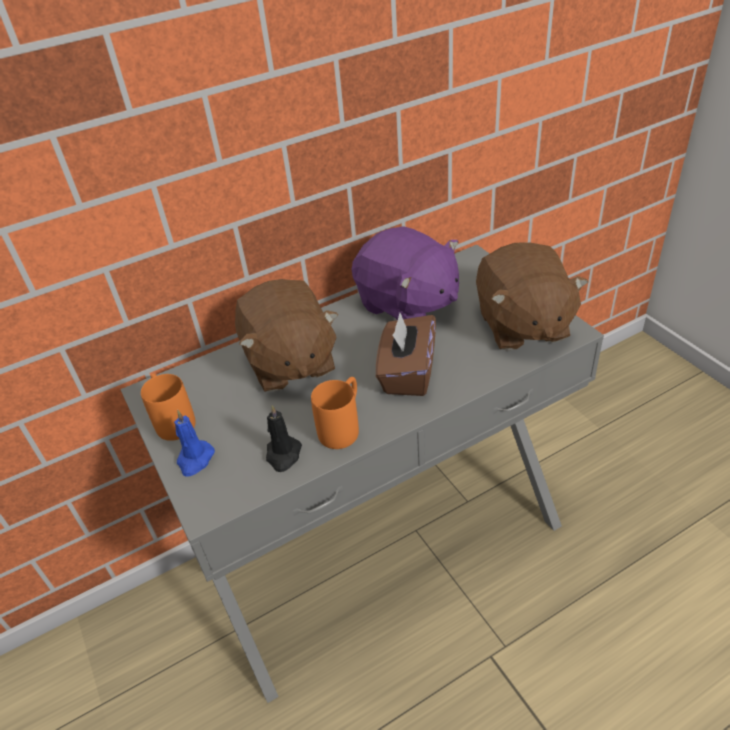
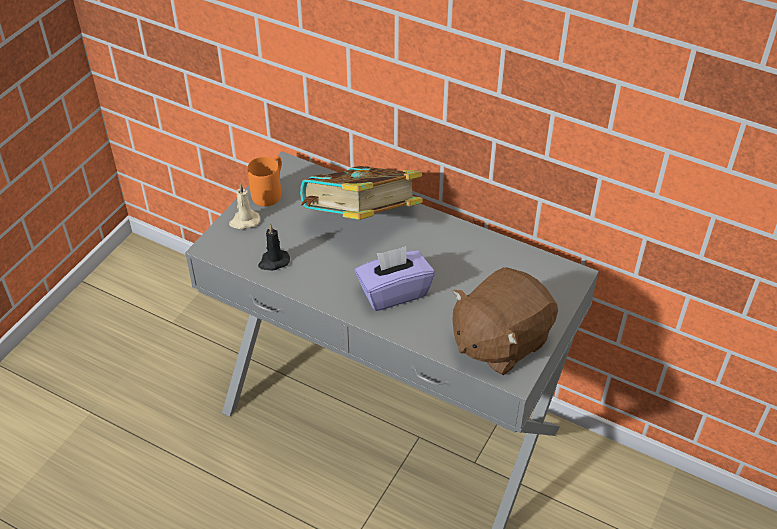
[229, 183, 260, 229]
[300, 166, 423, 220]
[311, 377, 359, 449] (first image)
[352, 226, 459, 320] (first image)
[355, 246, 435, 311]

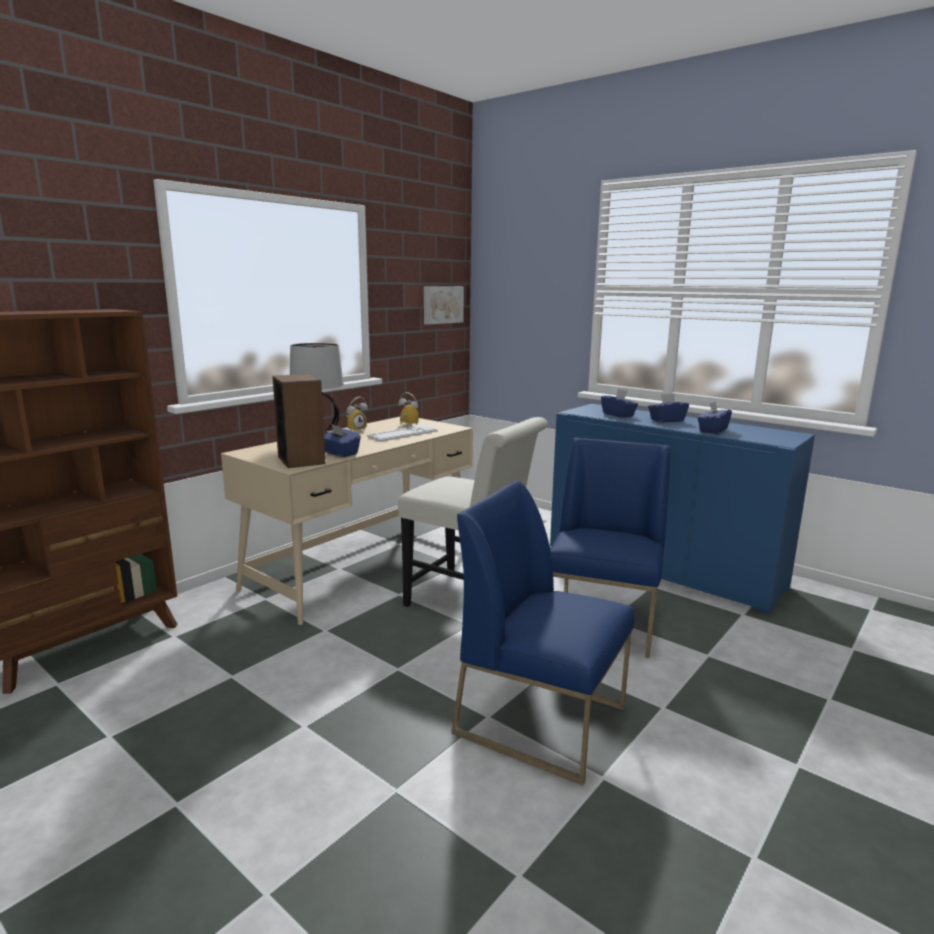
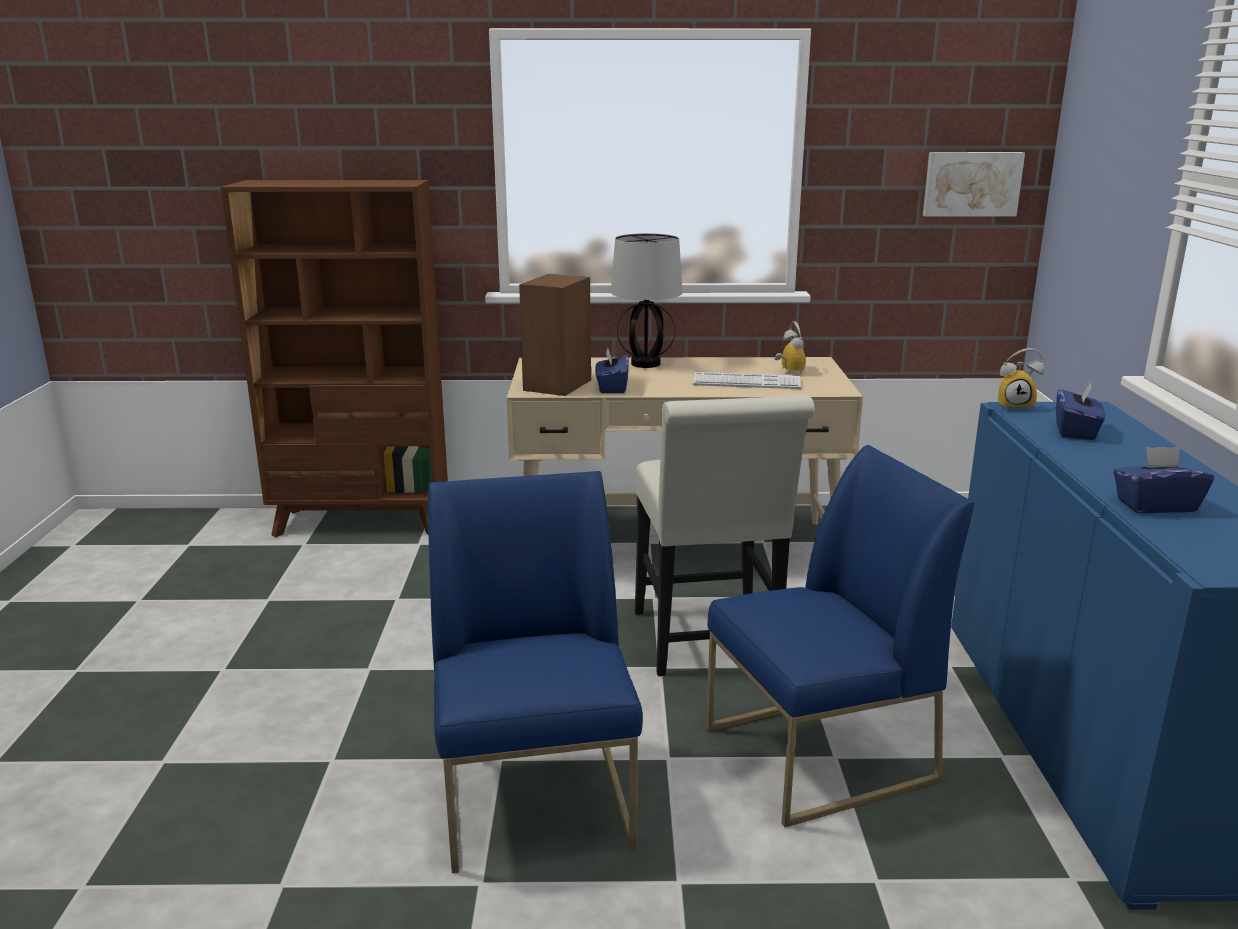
[998, 348, 1045, 411]
[648, 393, 689, 422] (first image)

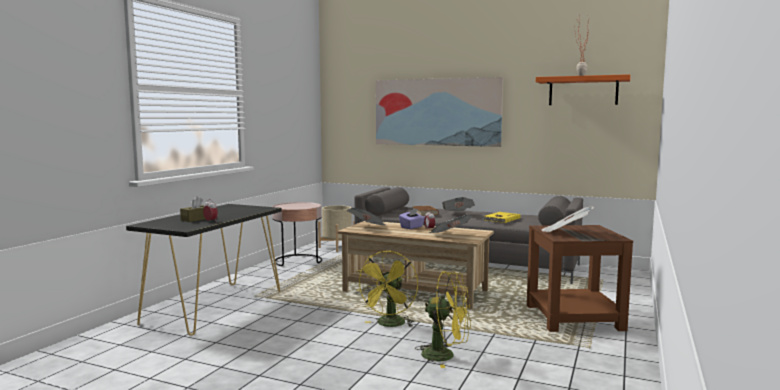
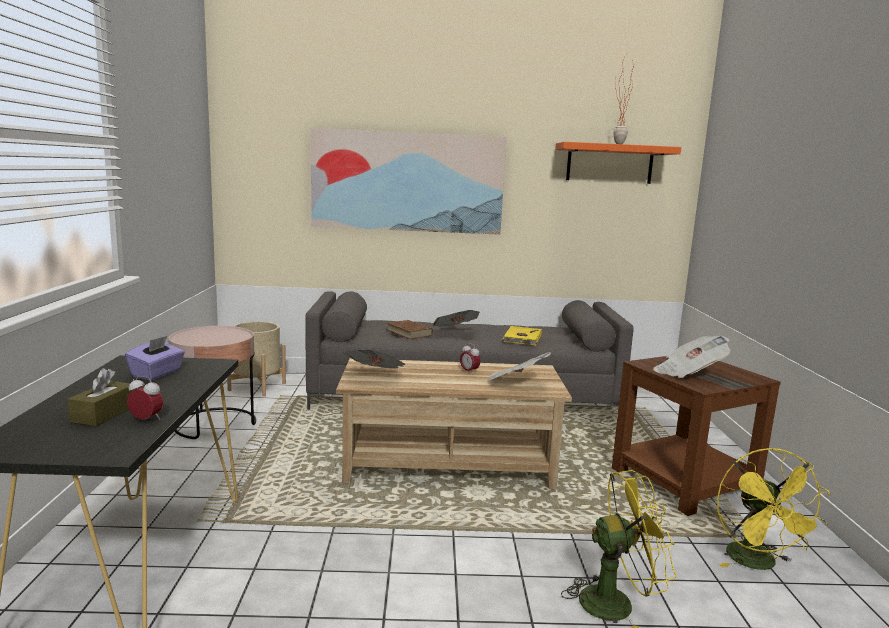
[717, 448, 830, 570]
[125, 336, 185, 380]

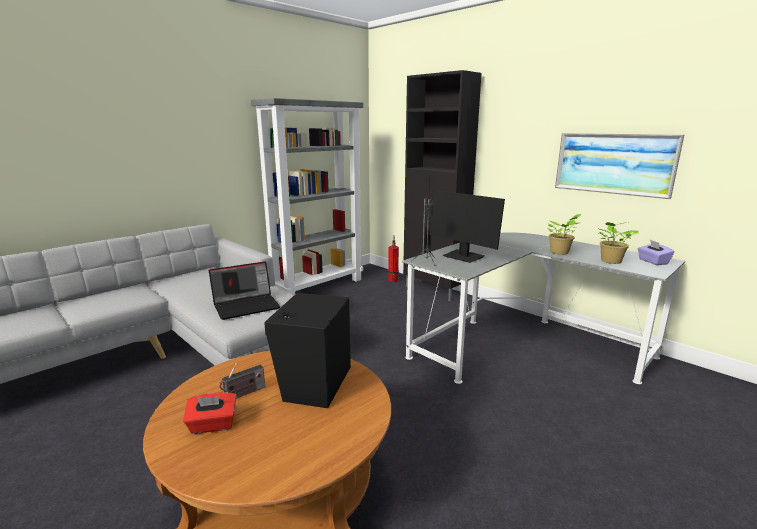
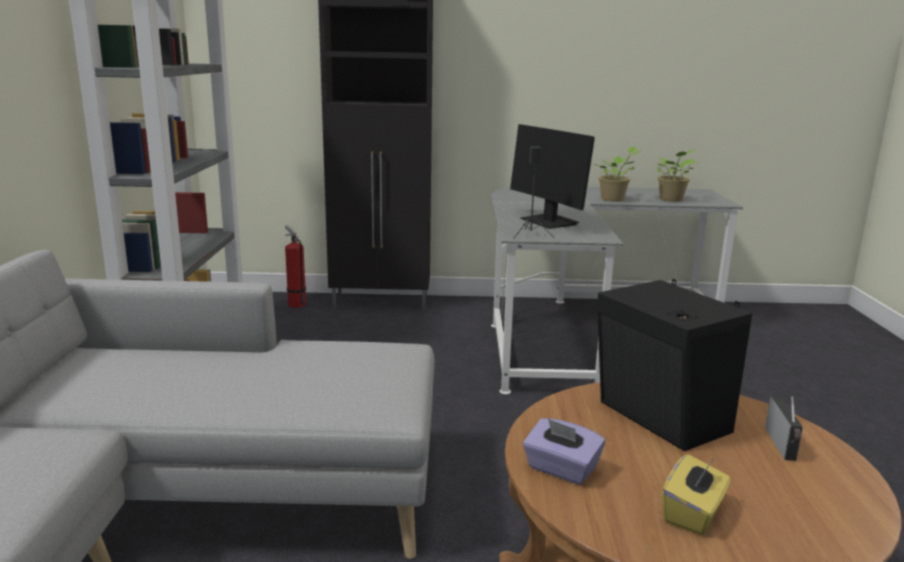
[662, 454, 731, 535]
[209, 261, 281, 320] (first image)
[765, 396, 803, 461]
[510, 124, 595, 229]
[555, 133, 684, 199] (first image)
[523, 418, 605, 485]

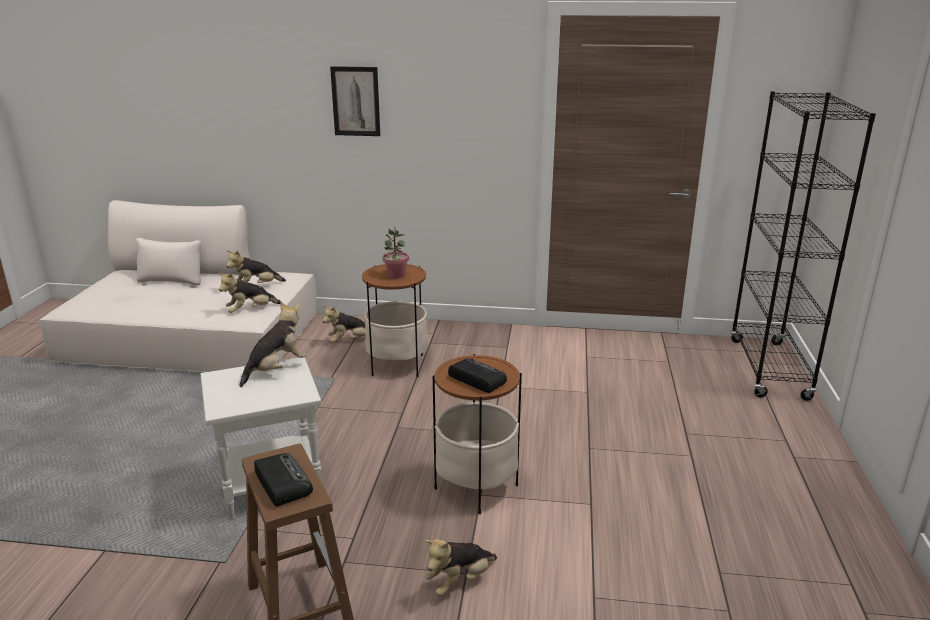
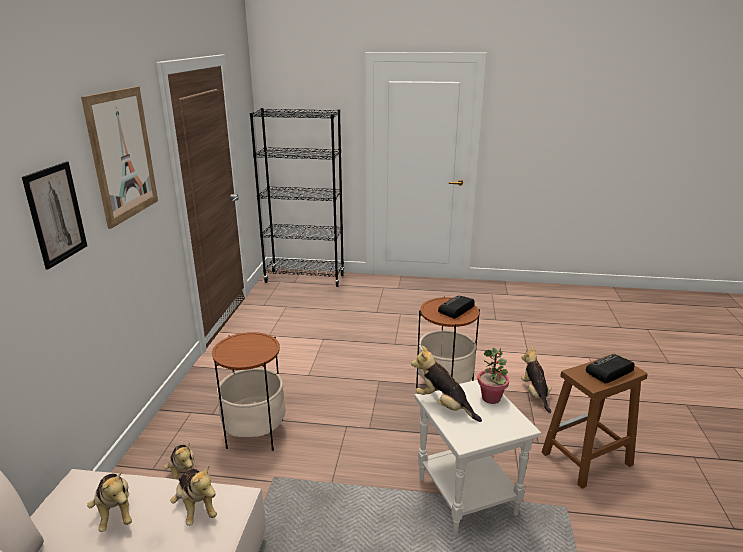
[478, 348, 509, 404]
[521, 347, 552, 413]
[81, 86, 158, 229]

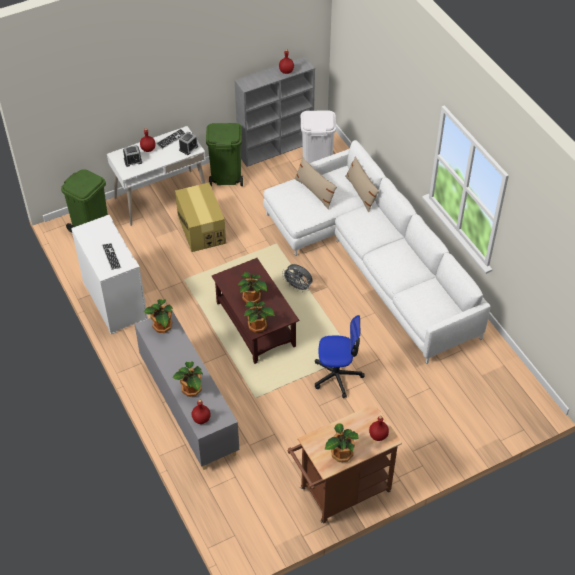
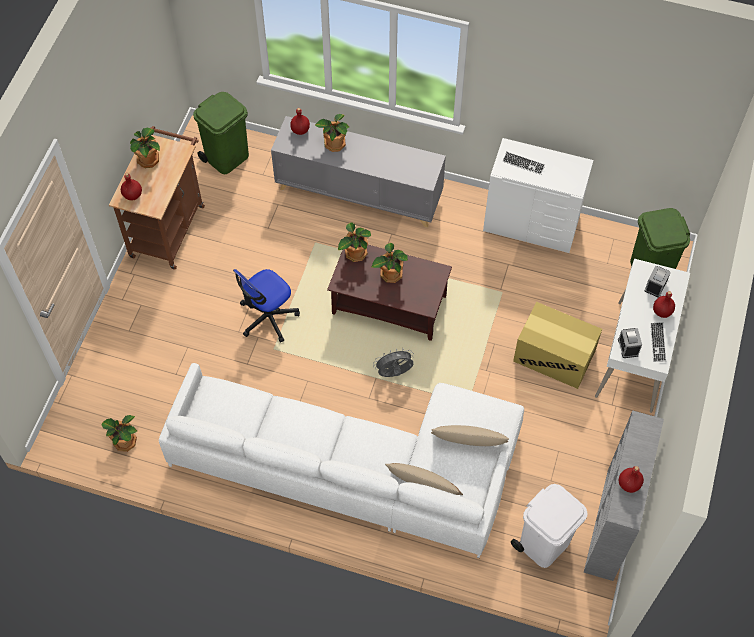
[102, 415, 137, 452]
[193, 92, 249, 174]

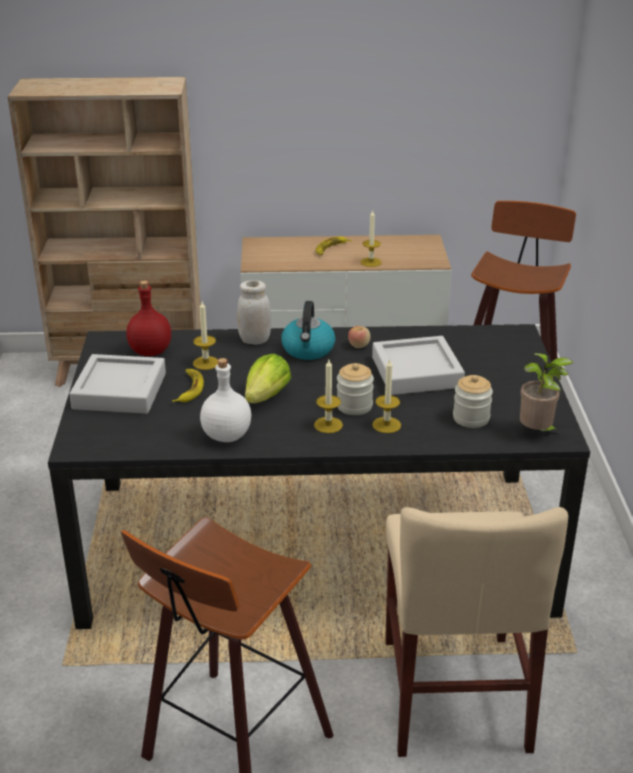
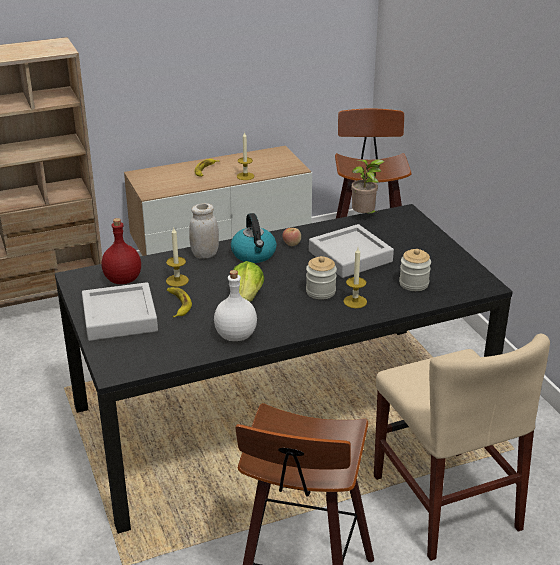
[314, 360, 343, 433] (first image)
[351, 159, 385, 214]

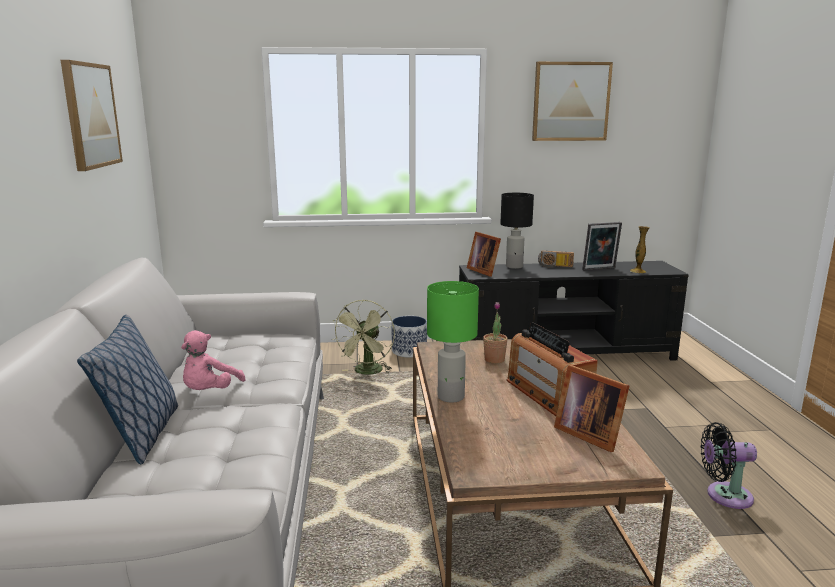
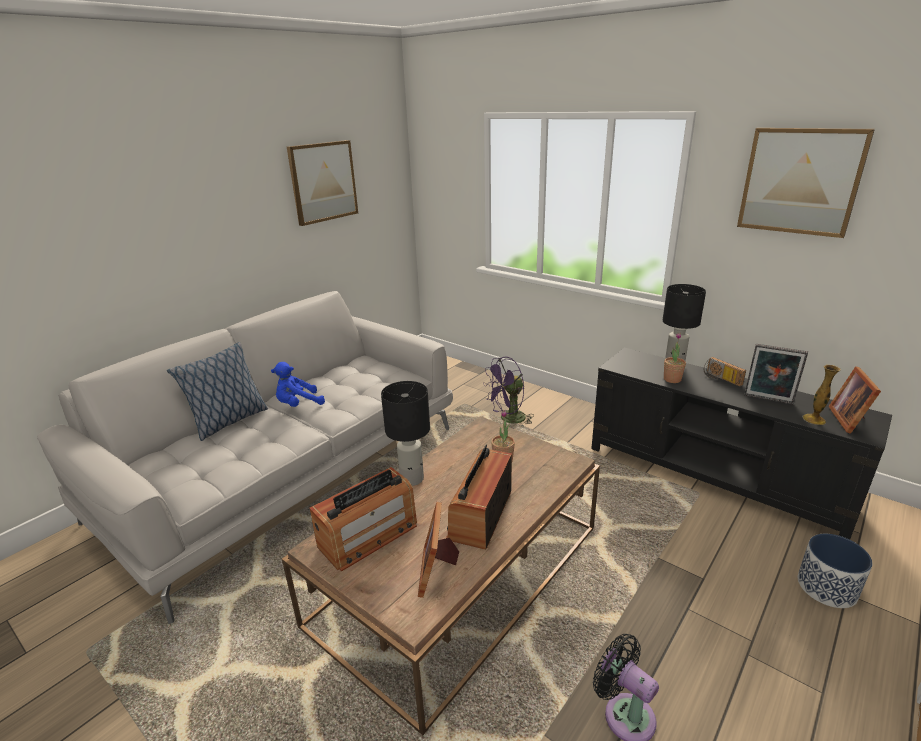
[271, 362, 325, 407]
[483, 357, 534, 427]
[798, 534, 873, 608]
[381, 381, 430, 486]
[828, 366, 881, 434]
[310, 467, 417, 572]
[664, 333, 686, 383]

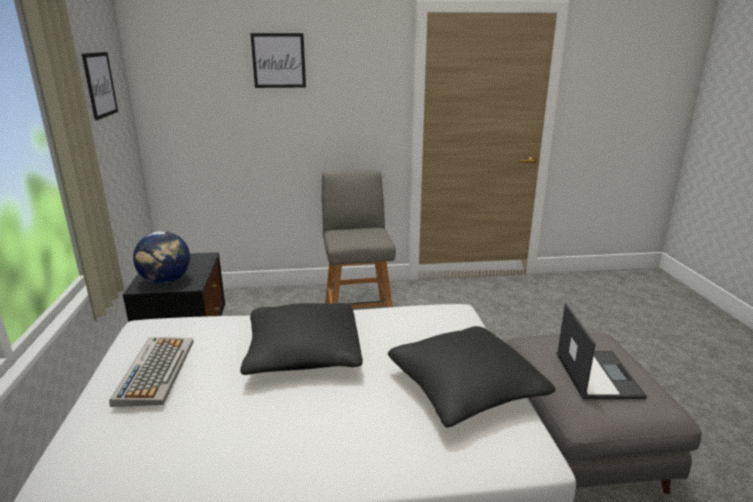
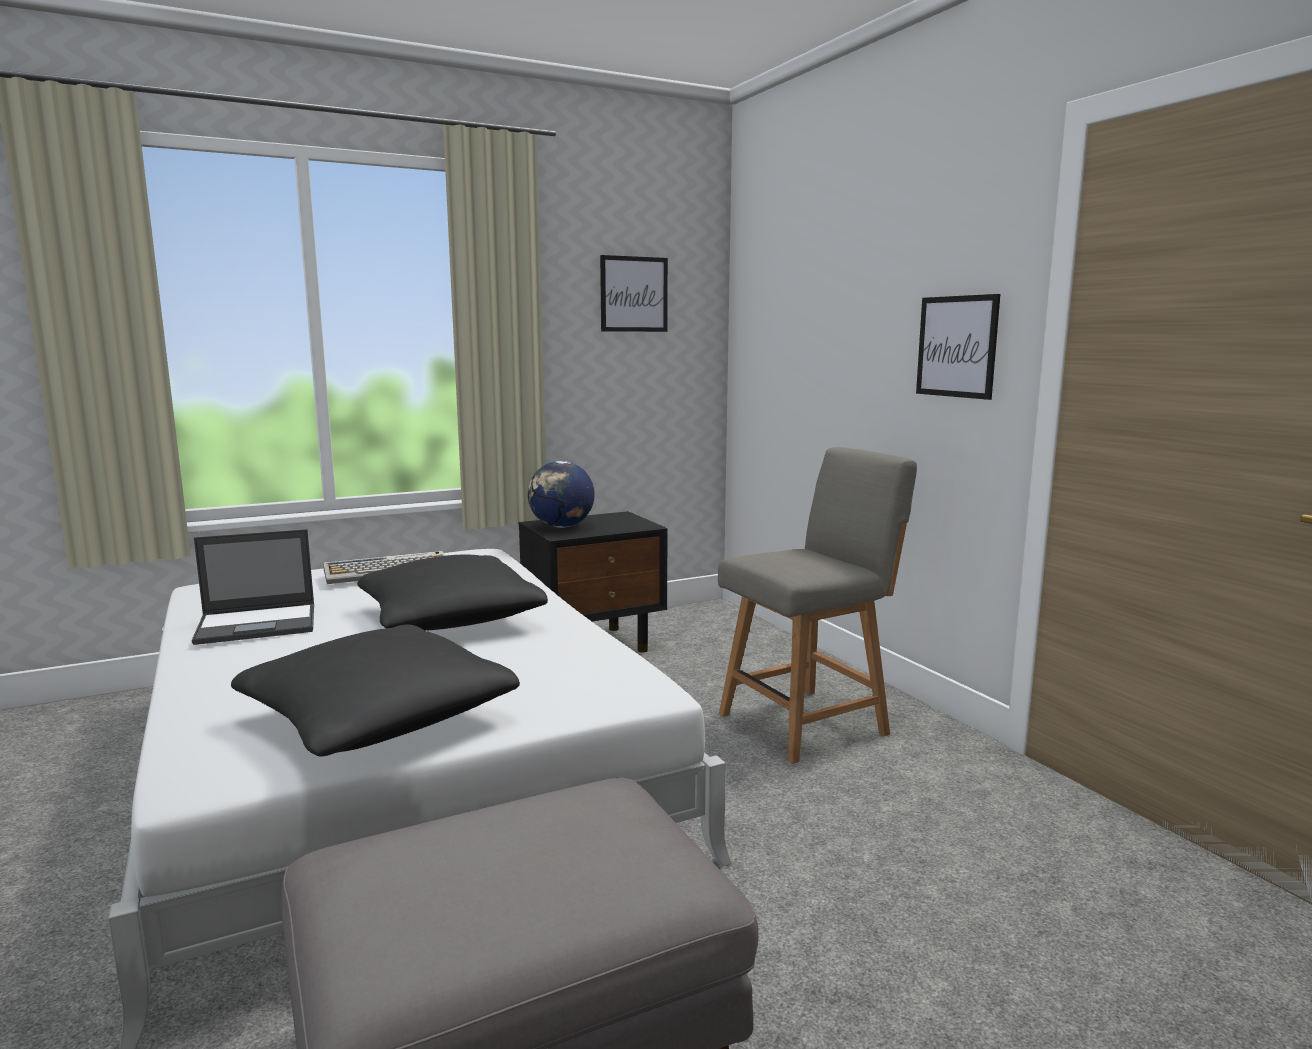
[916, 294, 1000, 400]
[192, 529, 314, 645]

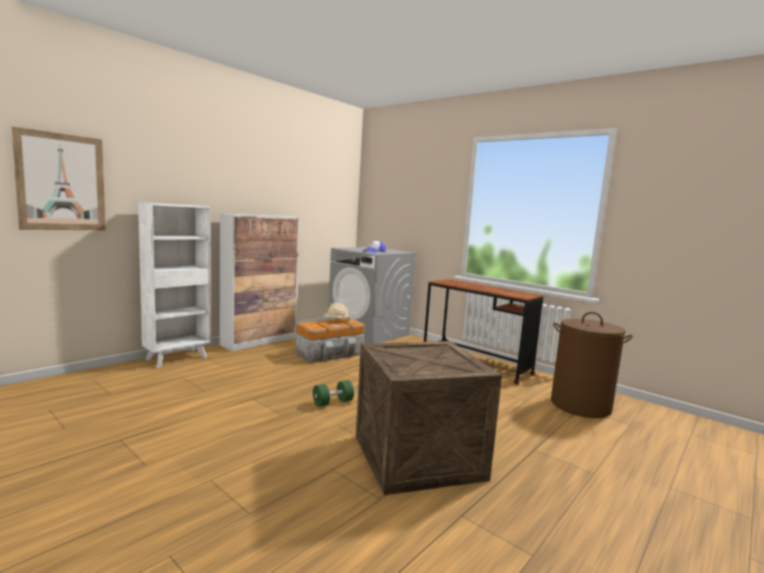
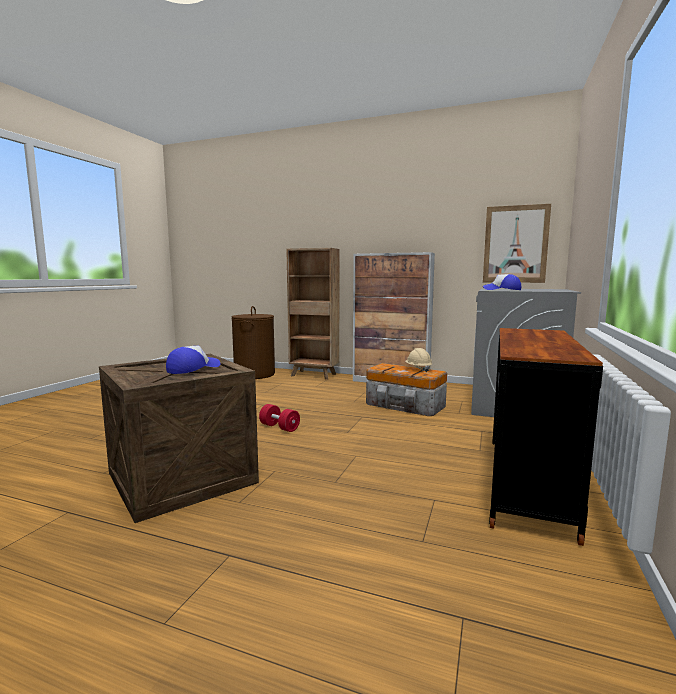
[483, 204, 551, 283]
[286, 248, 339, 380]
[259, 404, 300, 432]
[231, 306, 275, 379]
[166, 346, 221, 374]

